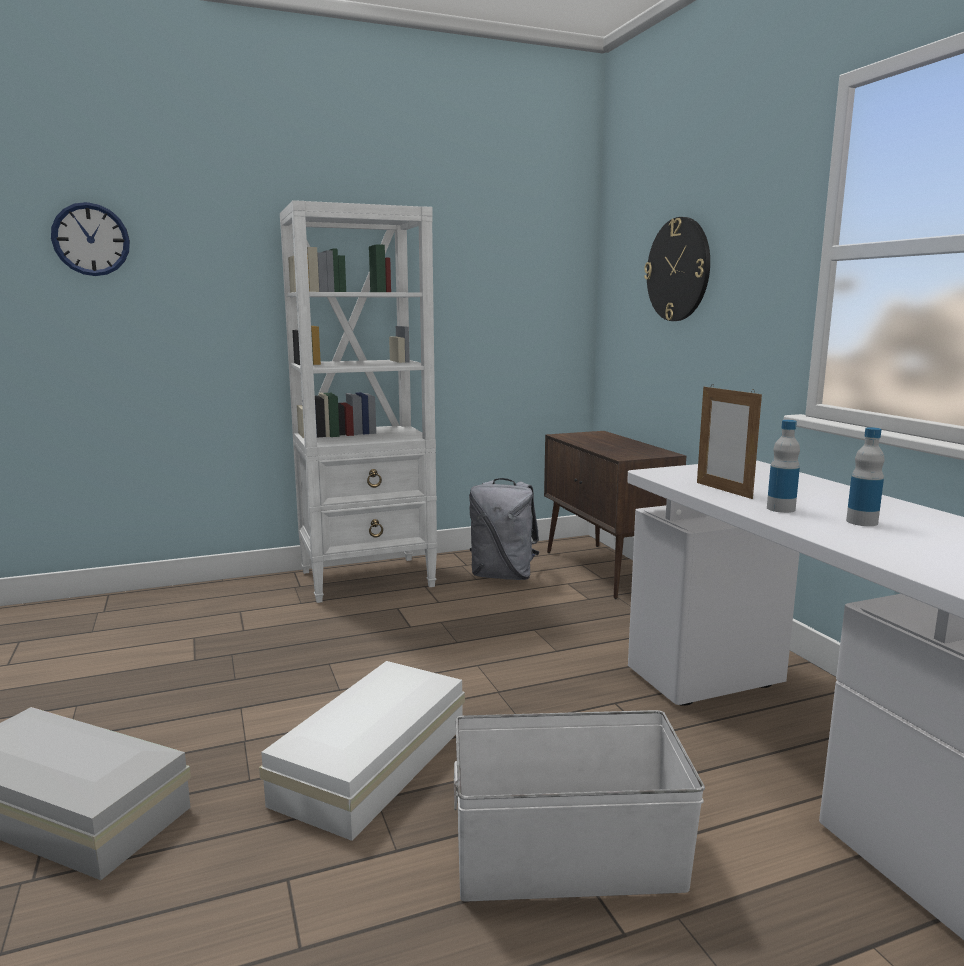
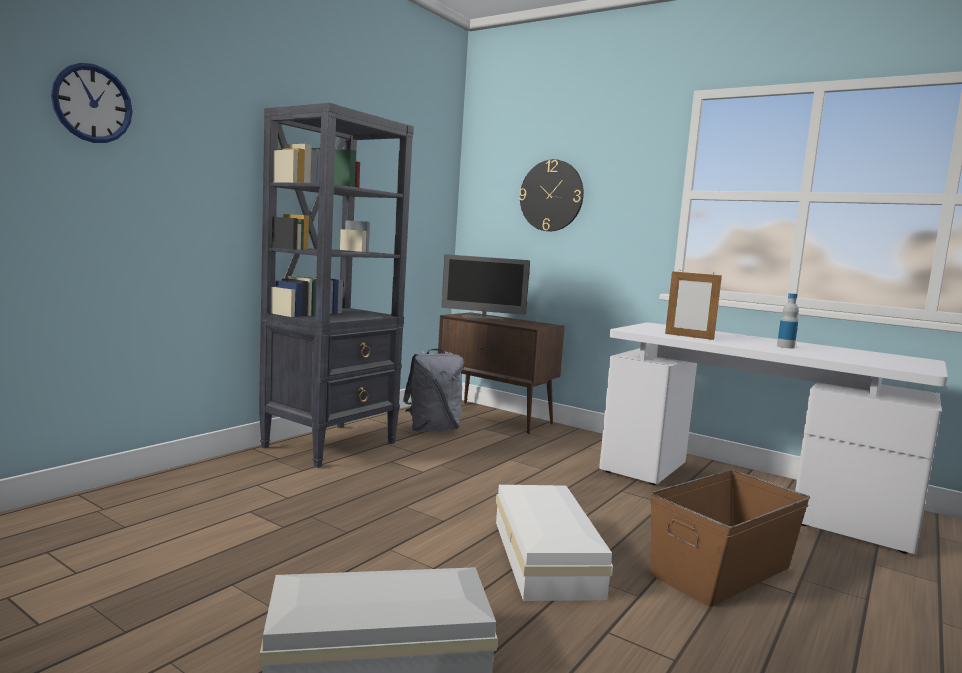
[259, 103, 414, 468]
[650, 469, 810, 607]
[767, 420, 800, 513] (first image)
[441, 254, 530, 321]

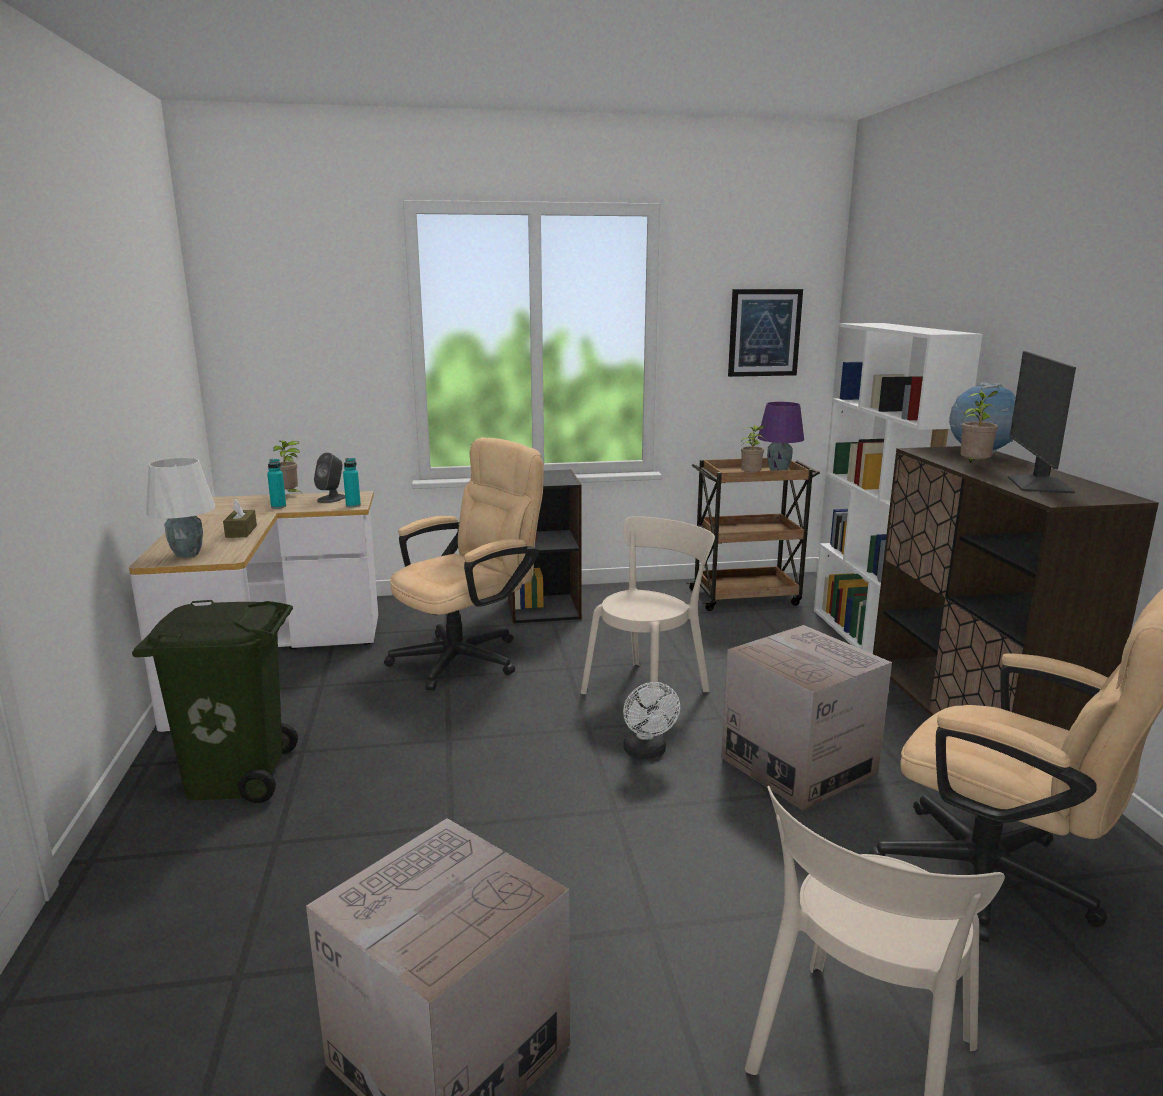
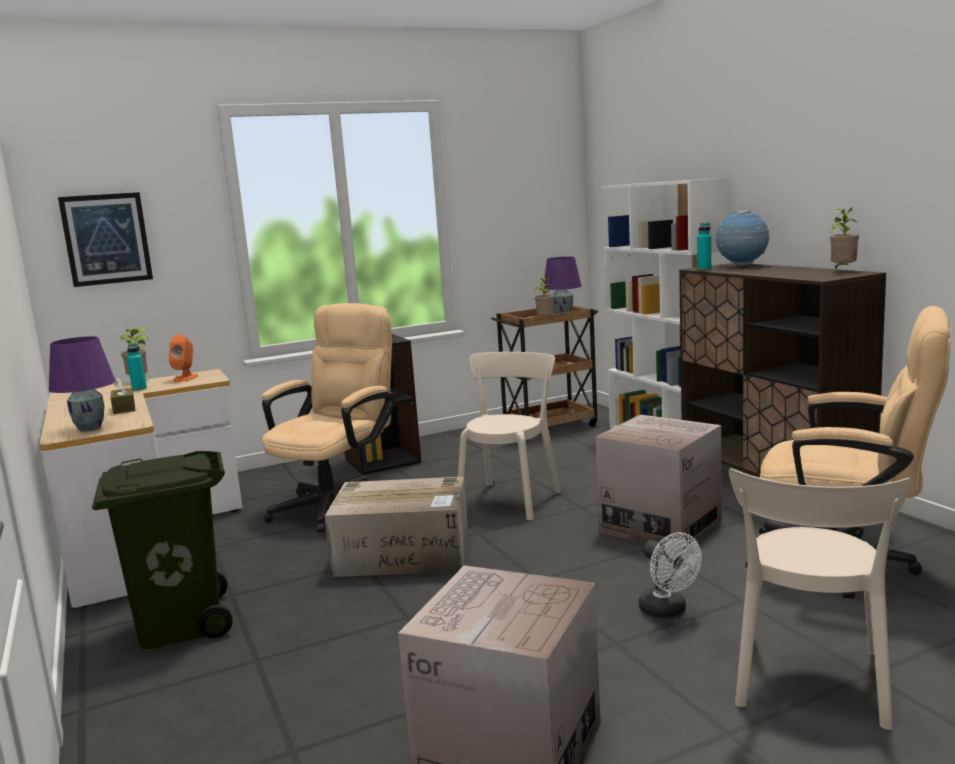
[49, 336, 115, 432]
[169, 334, 198, 382]
[697, 223, 711, 270]
[639, 532, 702, 618]
[58, 192, 153, 287]
[829, 208, 859, 269]
[1008, 351, 1076, 493] (first image)
[325, 477, 468, 577]

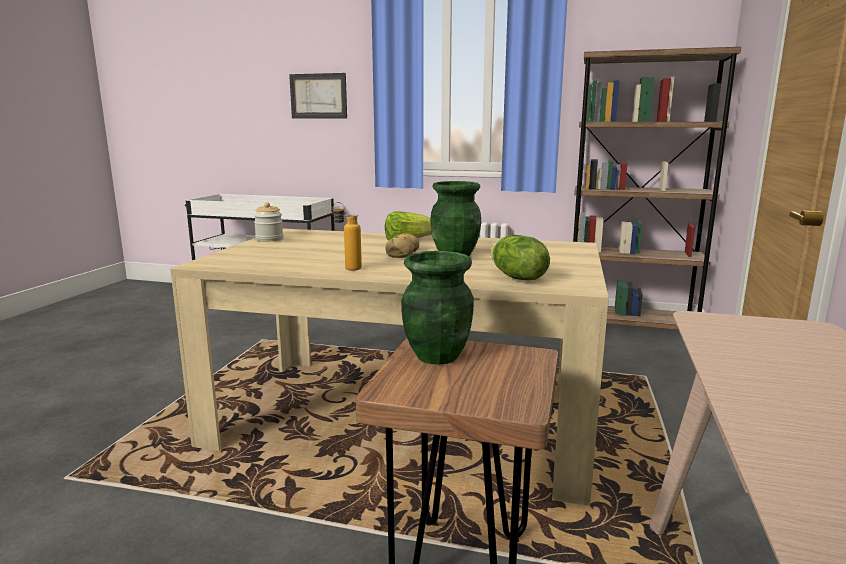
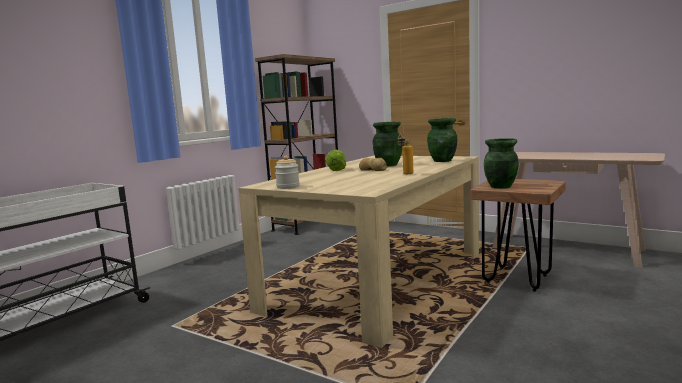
[289, 73, 347, 119] (first image)
[427, 118, 457, 162]

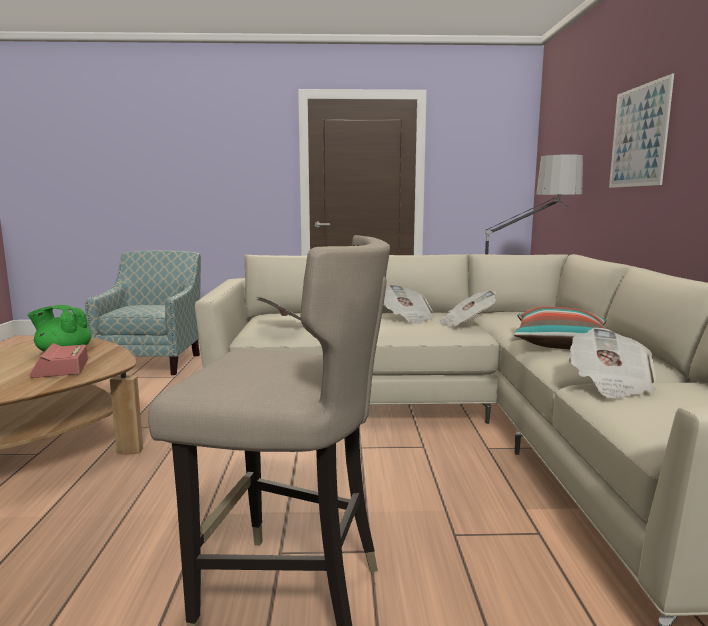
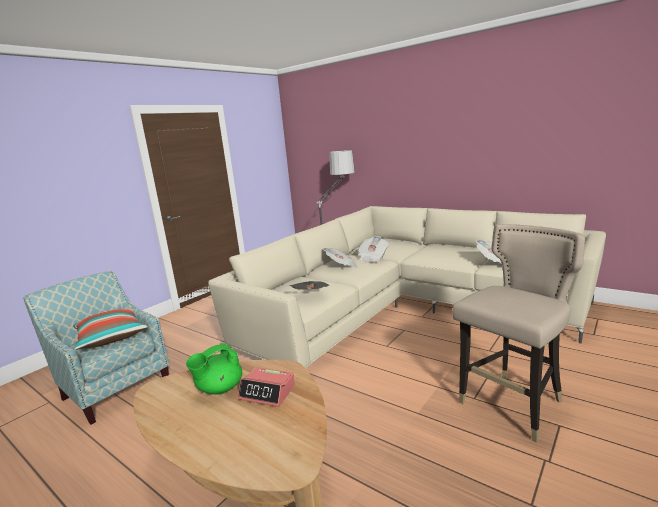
[73, 308, 148, 350]
[609, 74, 674, 188] (first image)

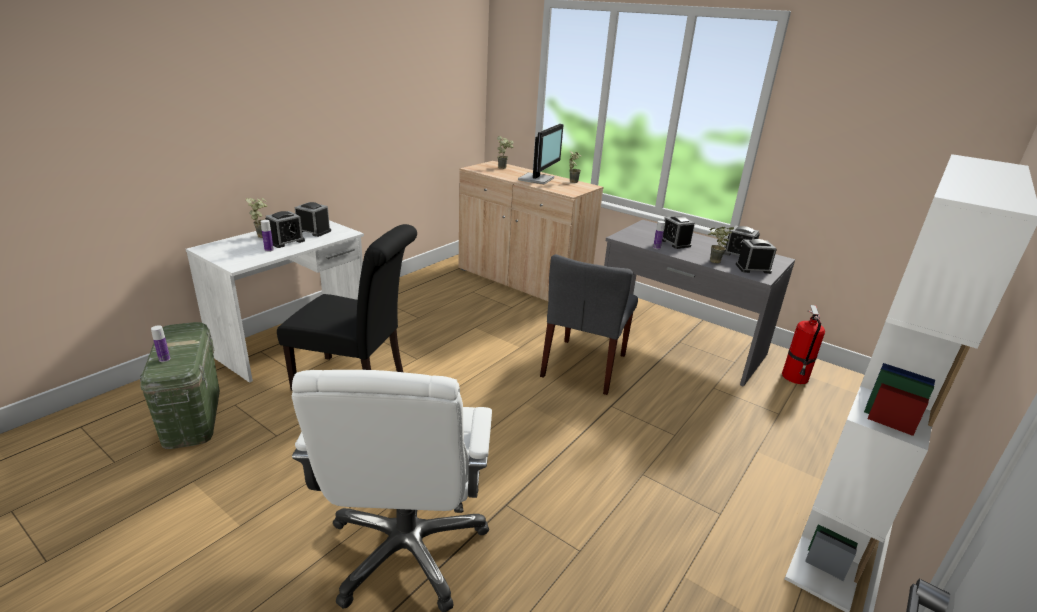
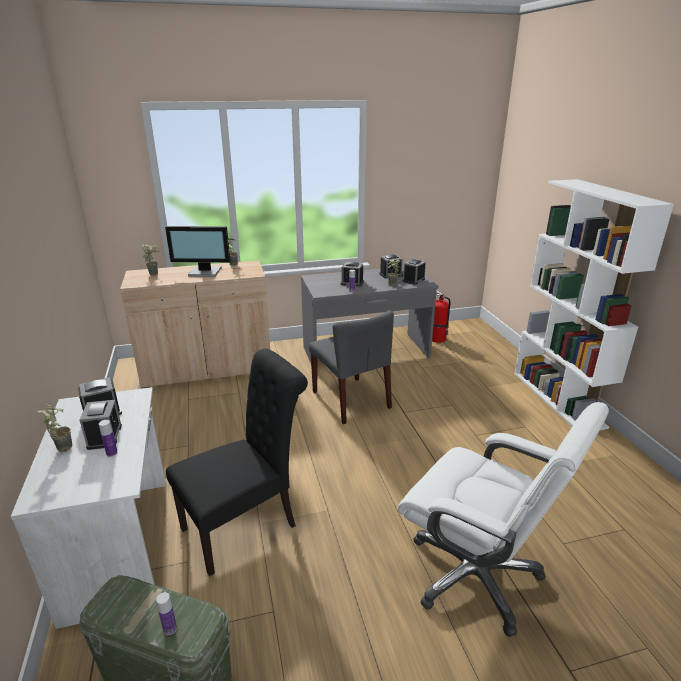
[165, 226, 230, 277]

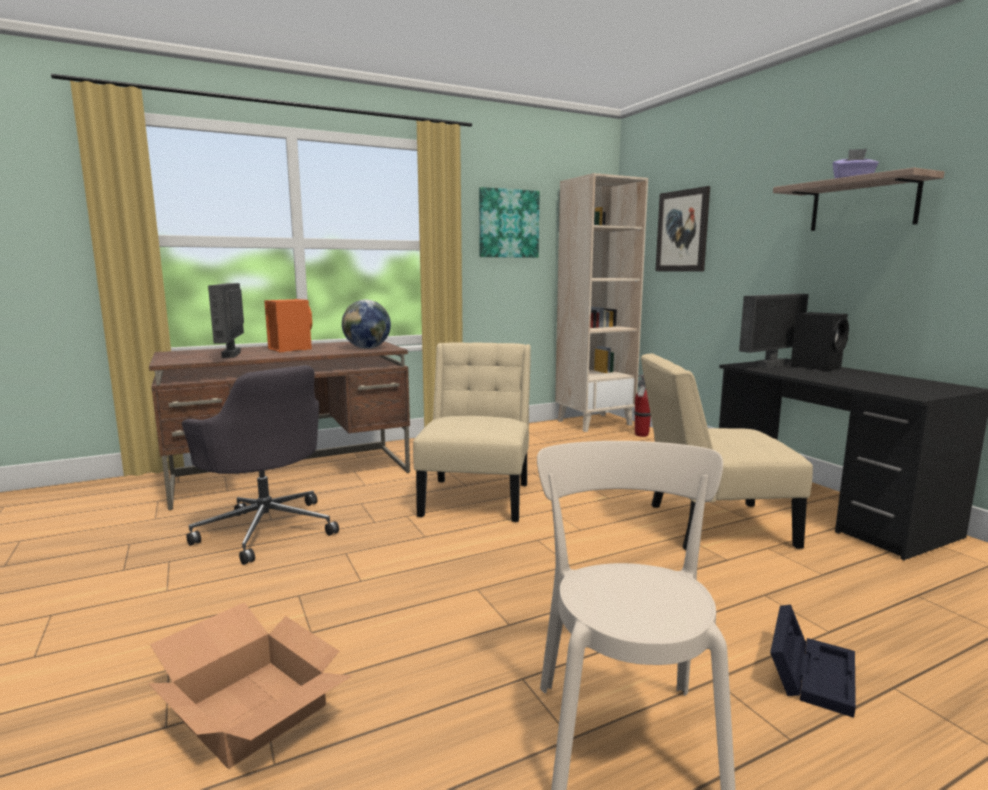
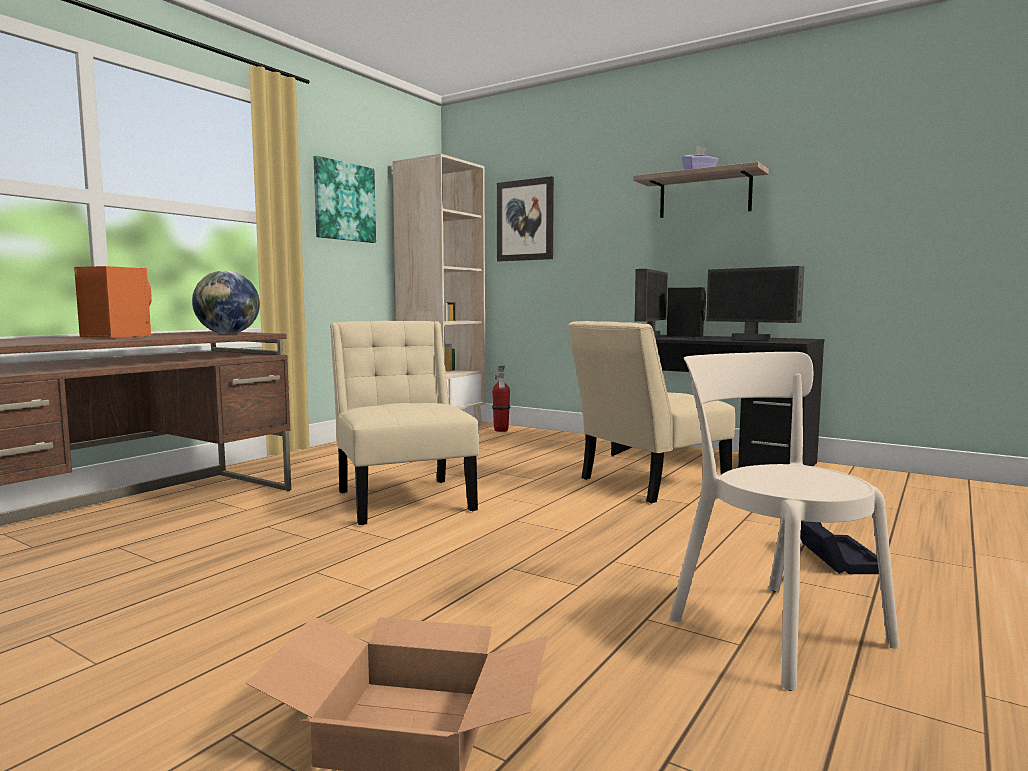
[182, 365, 339, 565] (first image)
[706, 266, 804, 341]

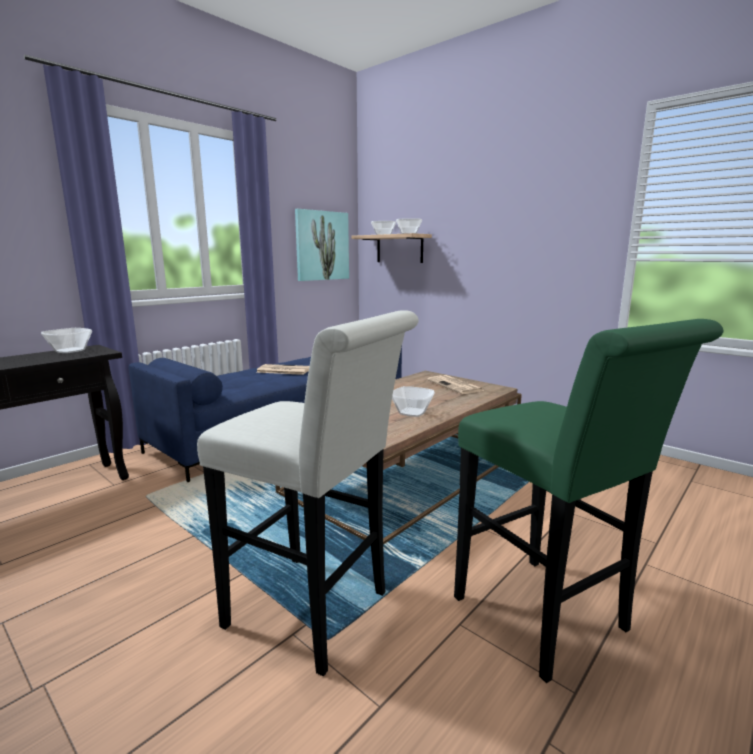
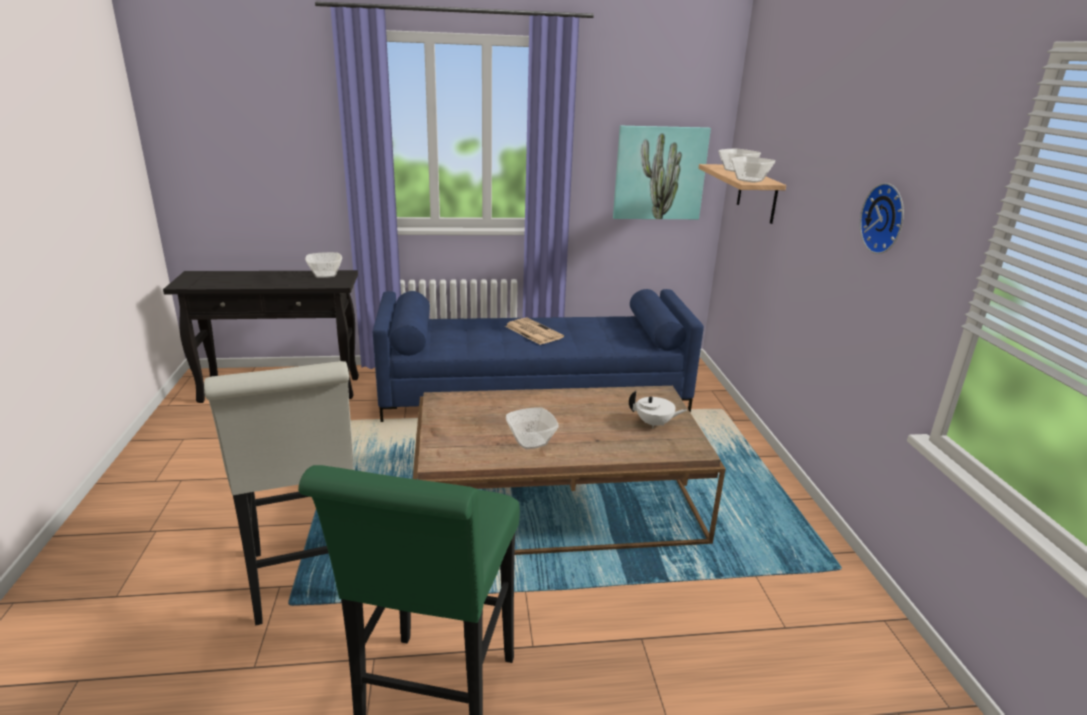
[629, 390, 687, 429]
[860, 183, 904, 254]

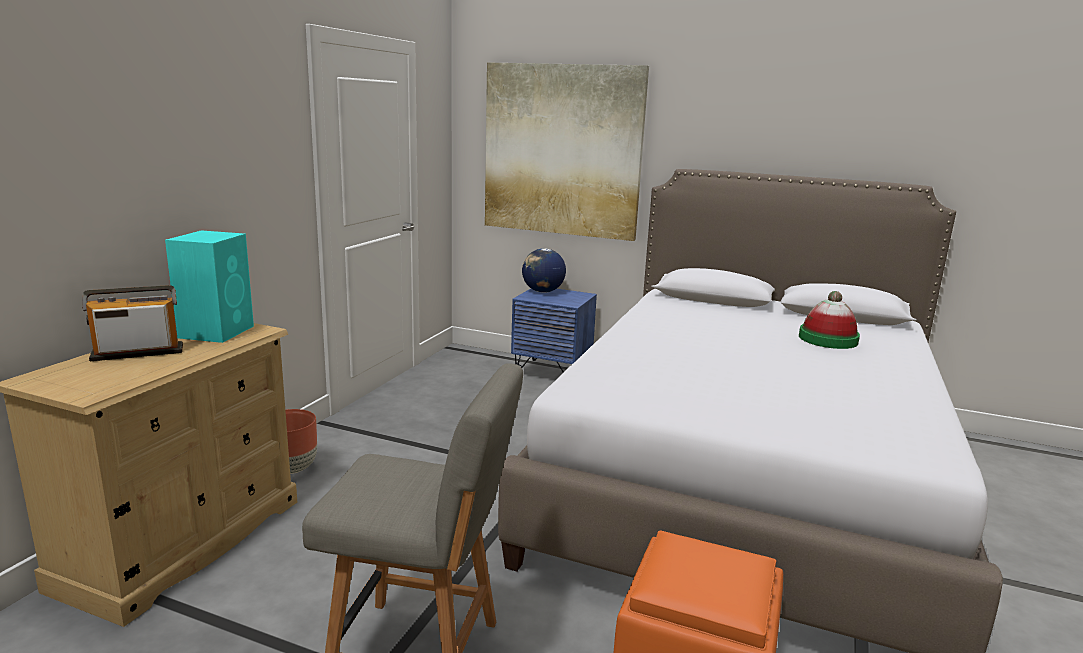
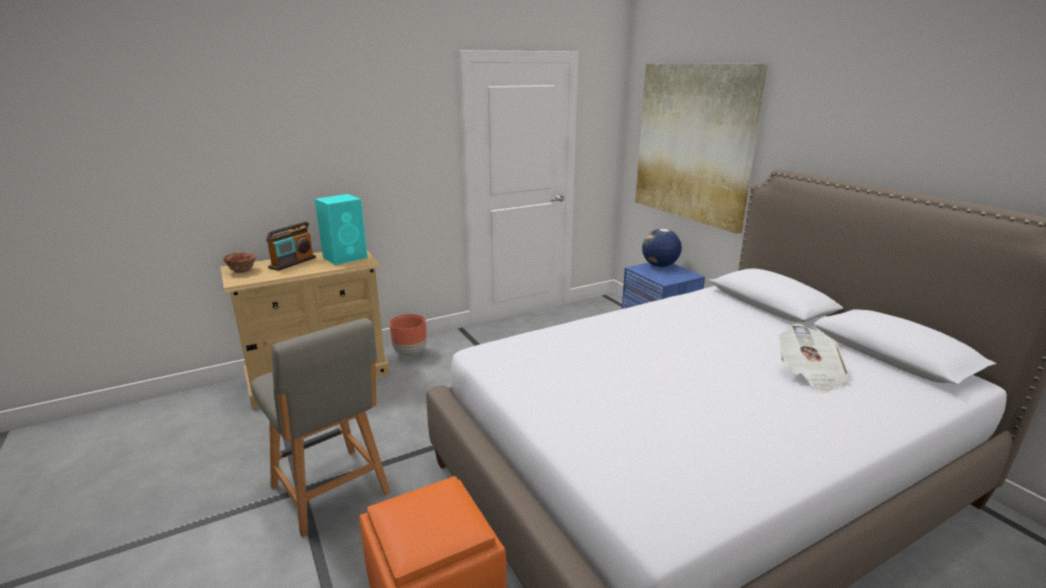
[267, 222, 316, 271]
[779, 324, 850, 393]
[223, 252, 256, 273]

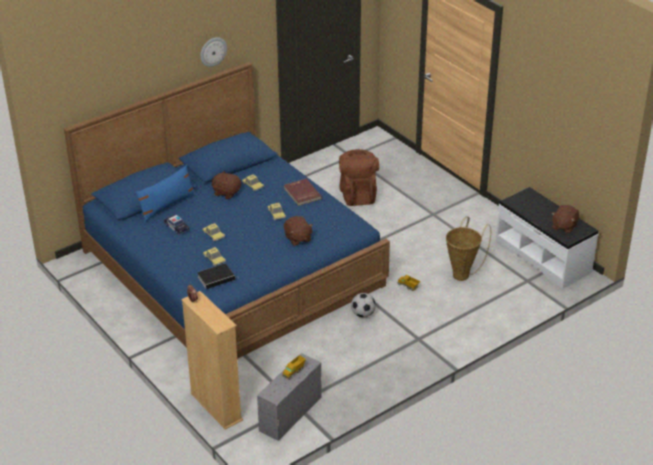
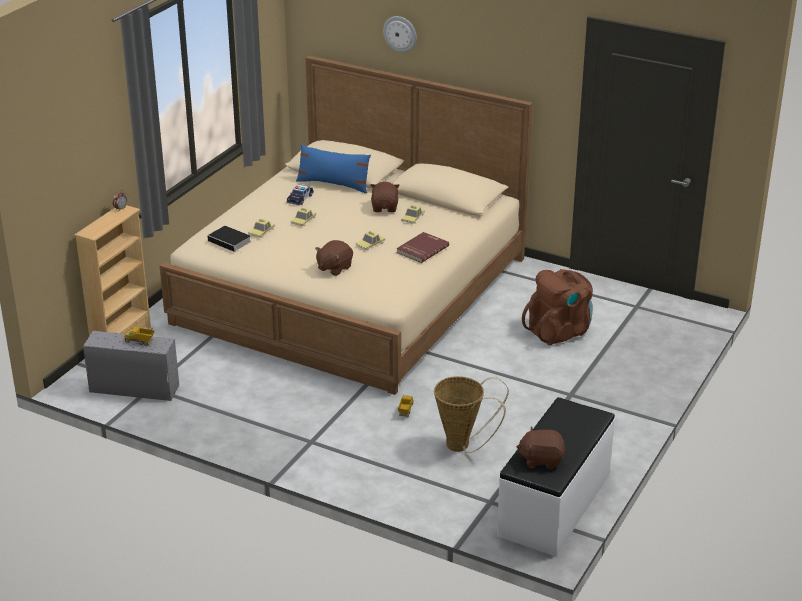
[159, 56, 532, 395]
[383, 16, 417, 52]
[351, 293, 376, 318] (first image)

